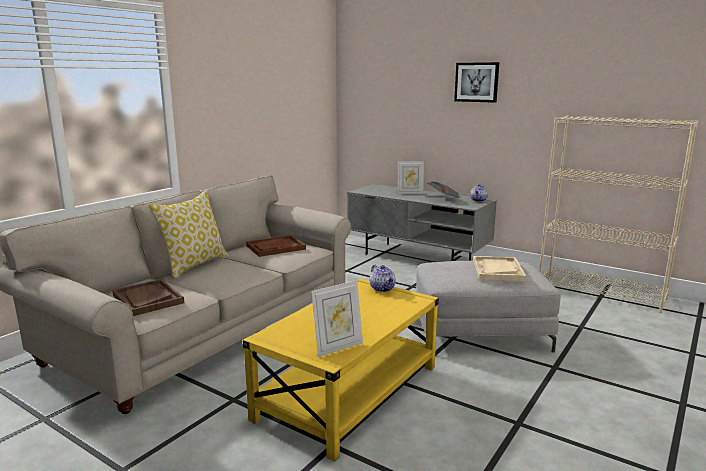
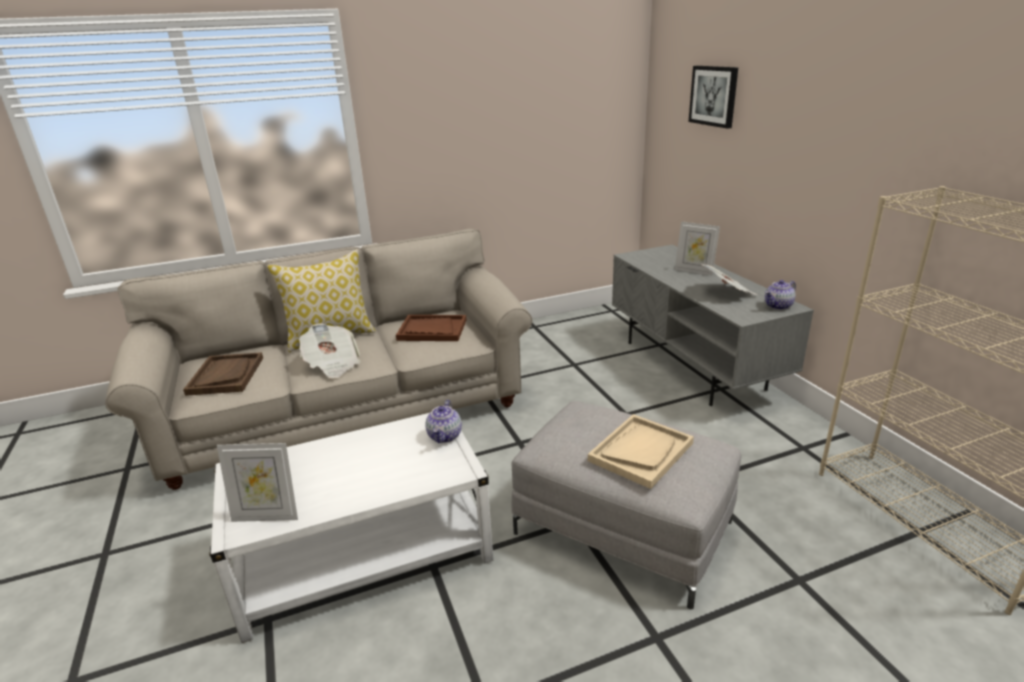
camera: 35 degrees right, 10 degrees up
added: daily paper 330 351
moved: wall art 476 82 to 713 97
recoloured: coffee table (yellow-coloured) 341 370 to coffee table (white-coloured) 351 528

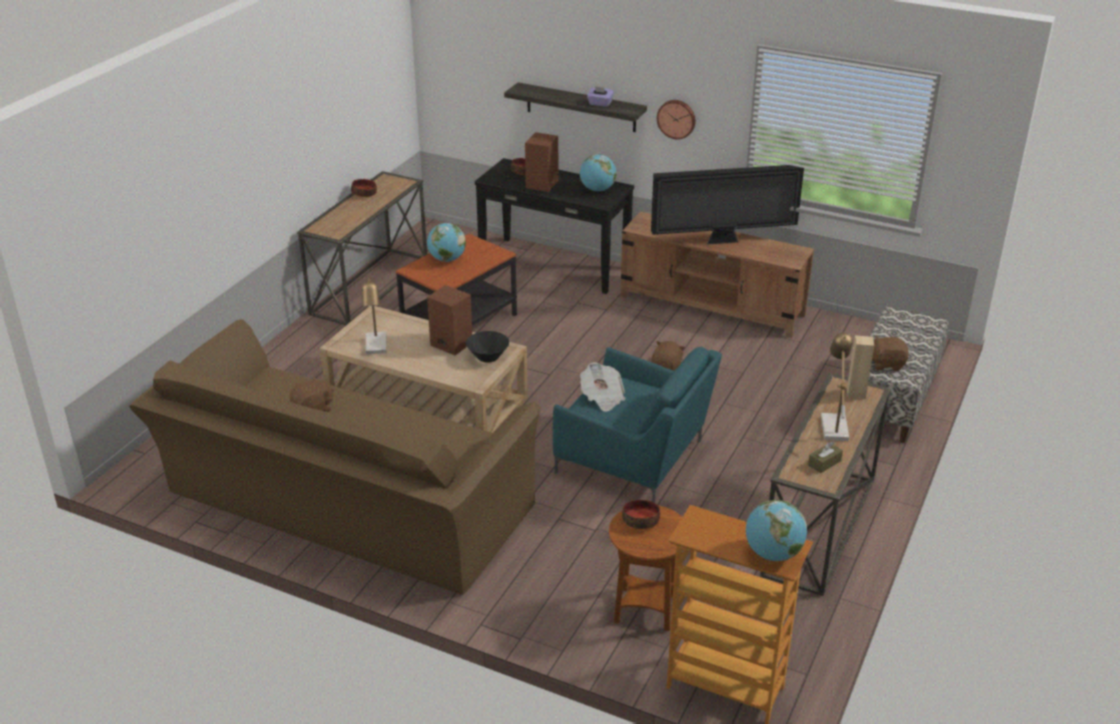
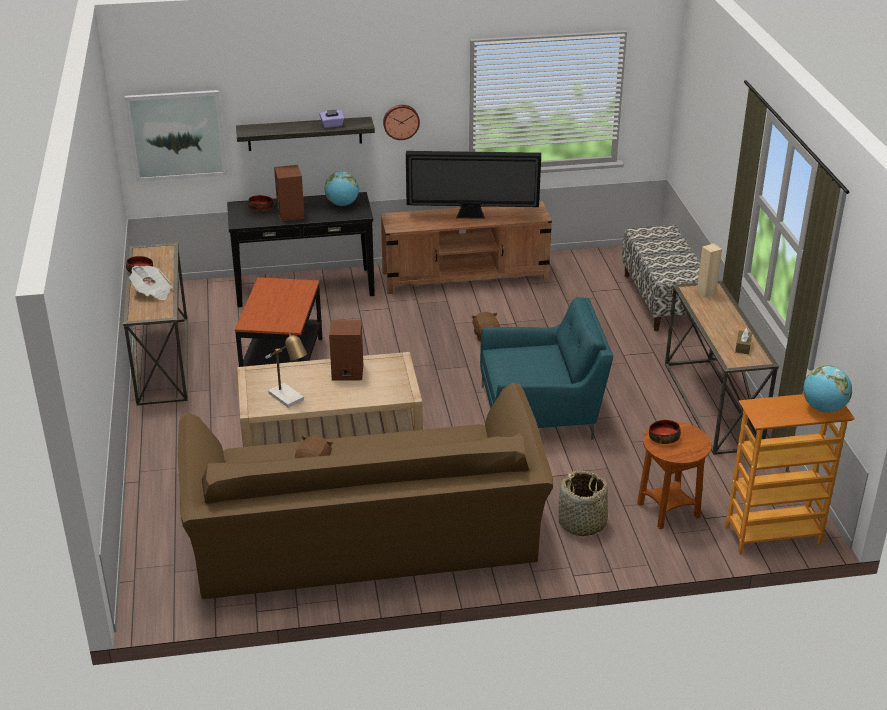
camera: 35 degrees left, 0 degrees up
removed: globe 446 242; serving bowl (black-coloured) 487 347; table lamp 837 387; plush toy (brown-coloured) 890 353
added: wall art 176 136; basket 583 503
moved: daily paper 603 387 to 151 283
turned: TV 727 204 = 473 185 45 degrees clockwise

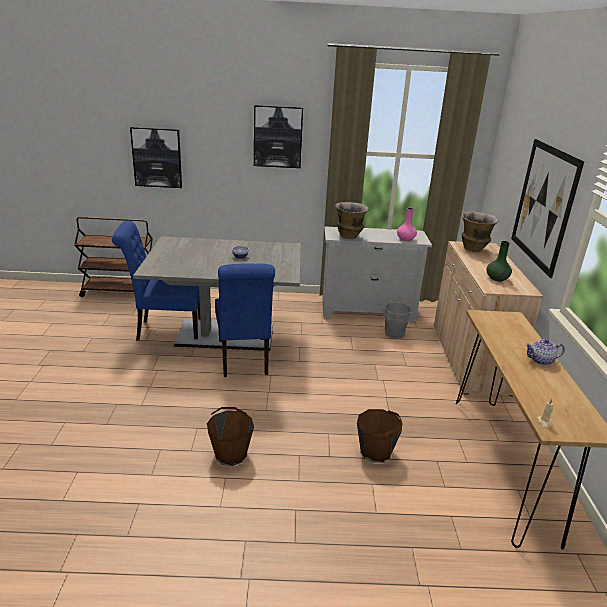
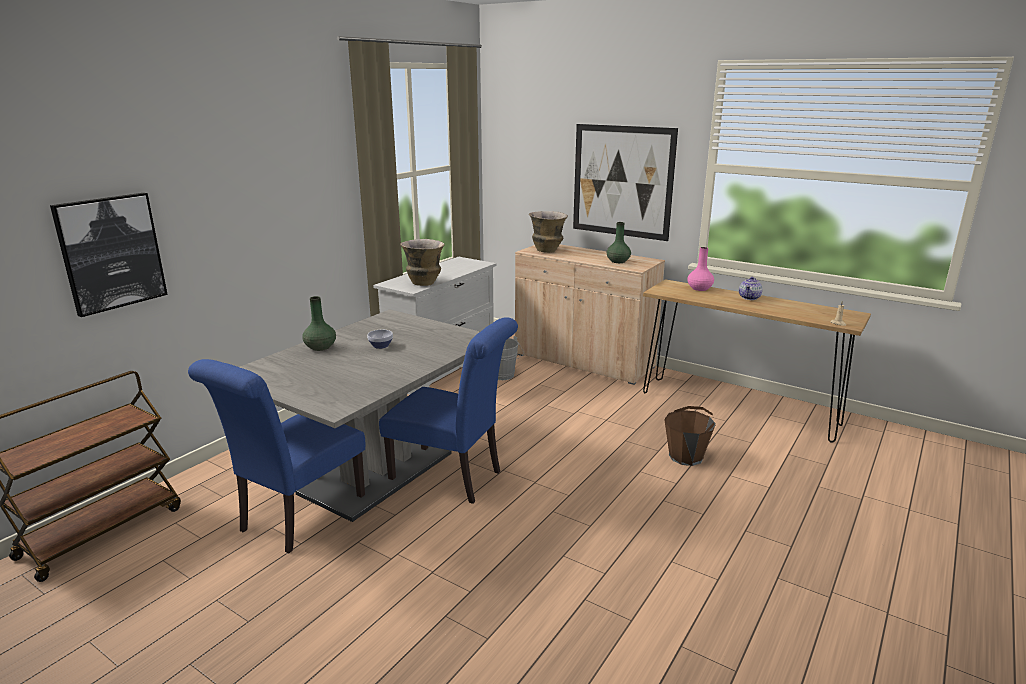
camera: 55 degrees left, 5 degrees down
removed: wall art 278 136; pail (brown-coloured) 230 436
added: vase (green) 319 323
moved: vase (pink-coloured) 407 224 to 700 269

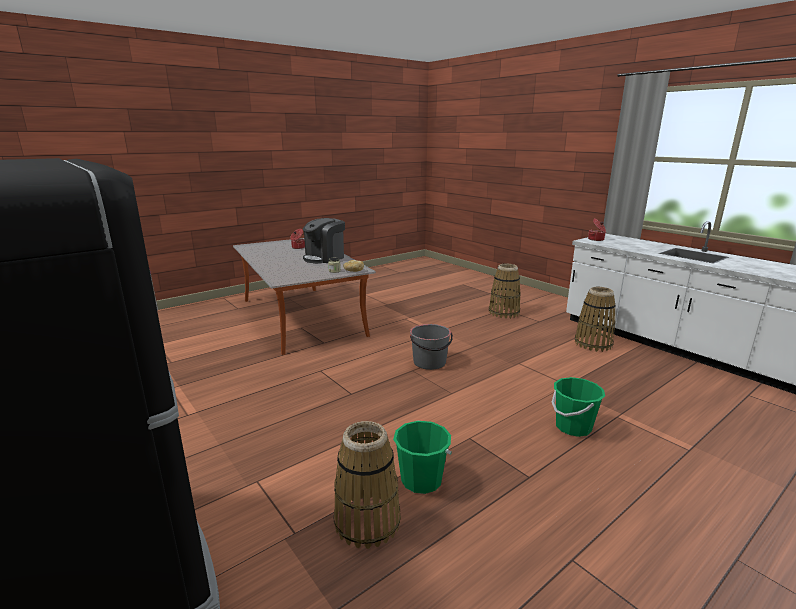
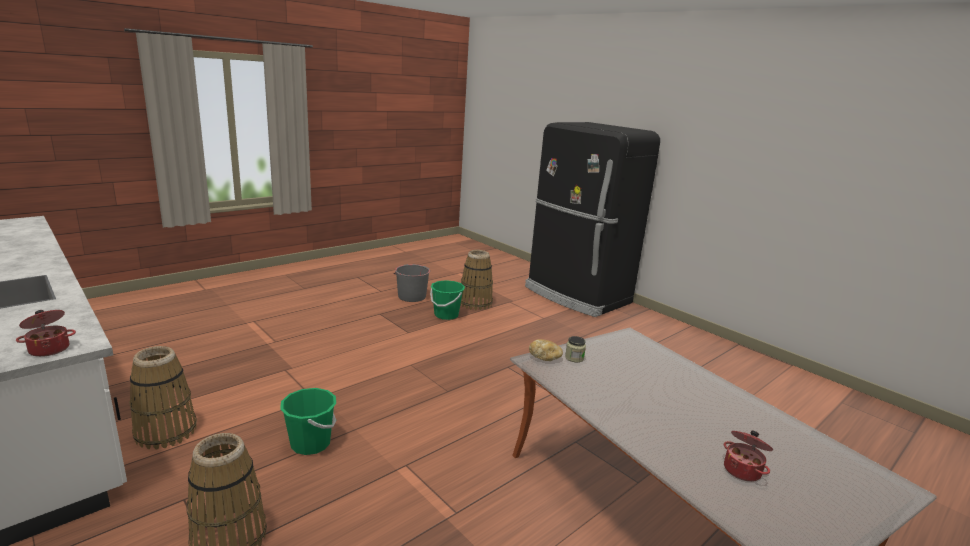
camera: 175 degrees right, 0 degrees up
removed: coffee brewer 324 240
moved: pail (grey) 431 347 to 411 283; pail (green) 578 407 to 308 421

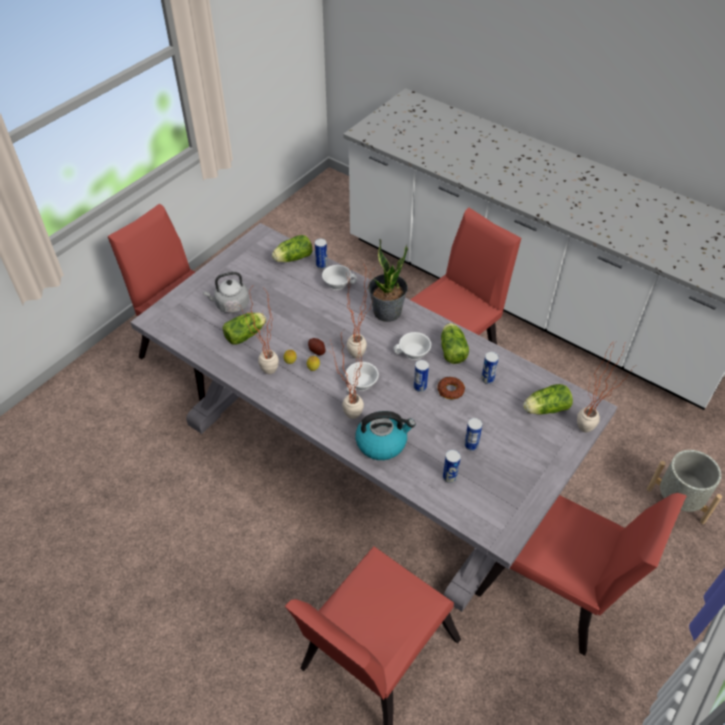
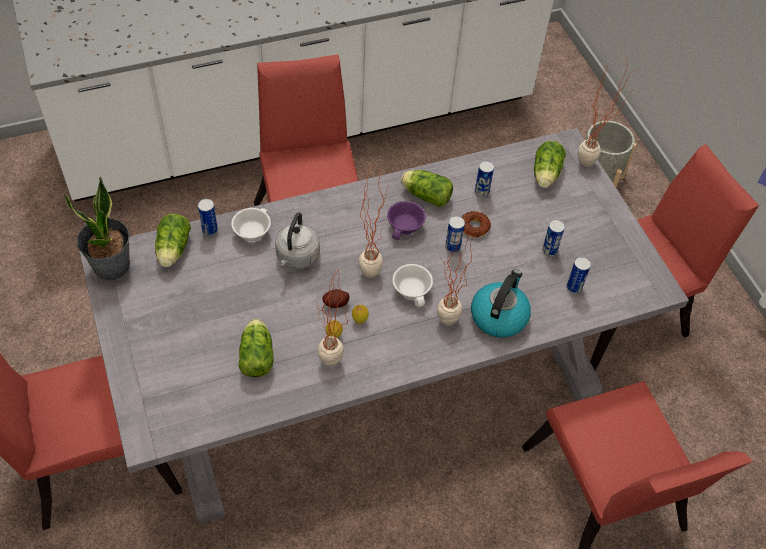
camera: 60 degrees left, 5 degrees up
moved: houseplant 388 280 to 97 228; water kettle (grey) 226 293 to 297 240
recoloured: cup (white-coloured) 412 346 to cup (purplish) 406 220

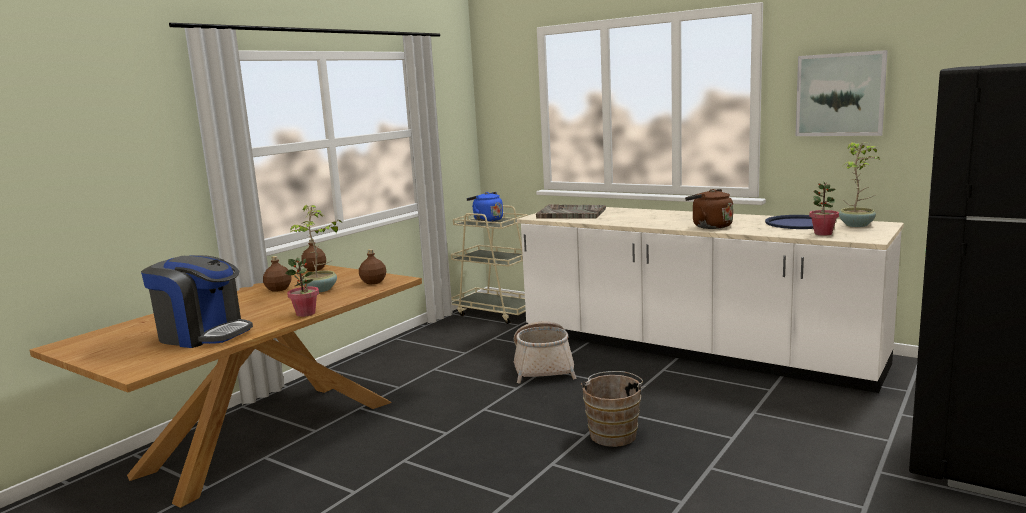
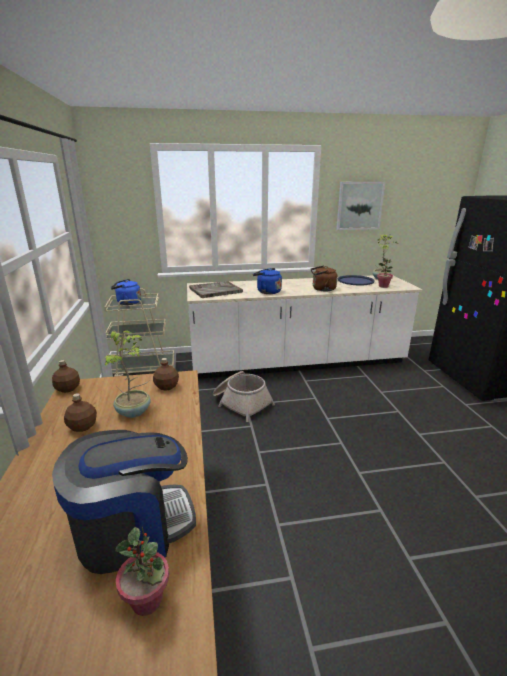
camera: 45 degrees left, 10 degrees up
removed: pail (brown-coloured) 613 409
added: water kettle (blue) 267 281
moved: houseplant 302 287 to 142 571

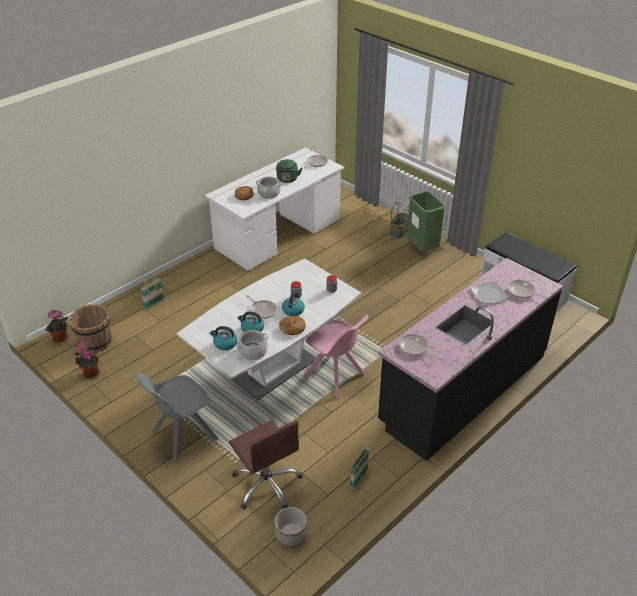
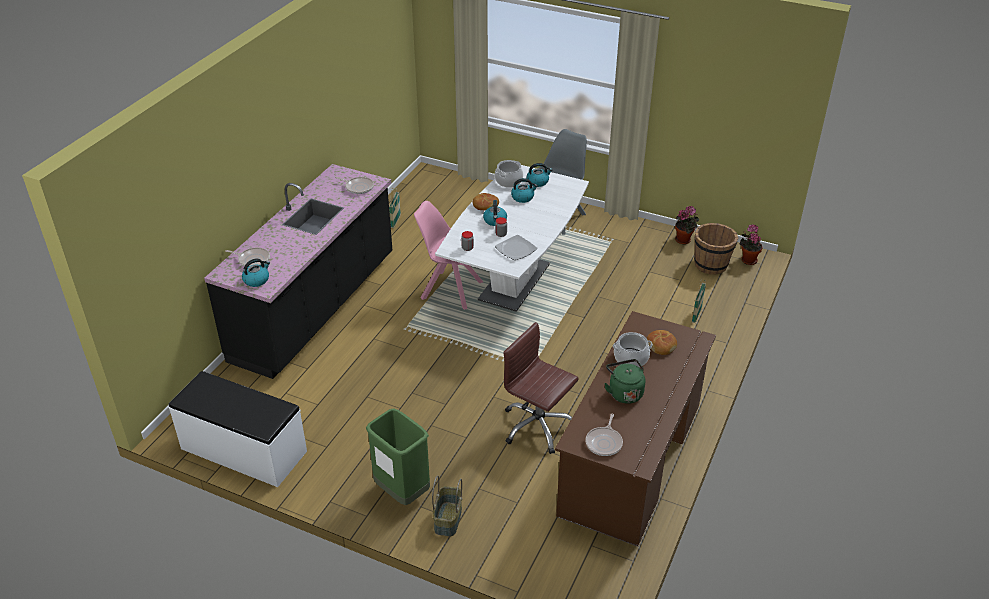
camera: 160 degrees right, 0 degrees up
removed: frying pan 261 307; plant pot 291 527
added: water kettle 256 273
moved: plate 489 292 to 516 247; office chair (brown-coloured) 266 465 to 541 388
recoloured: desk table (white-coloured) 274 209 to desk table (brown-coloured) 635 429

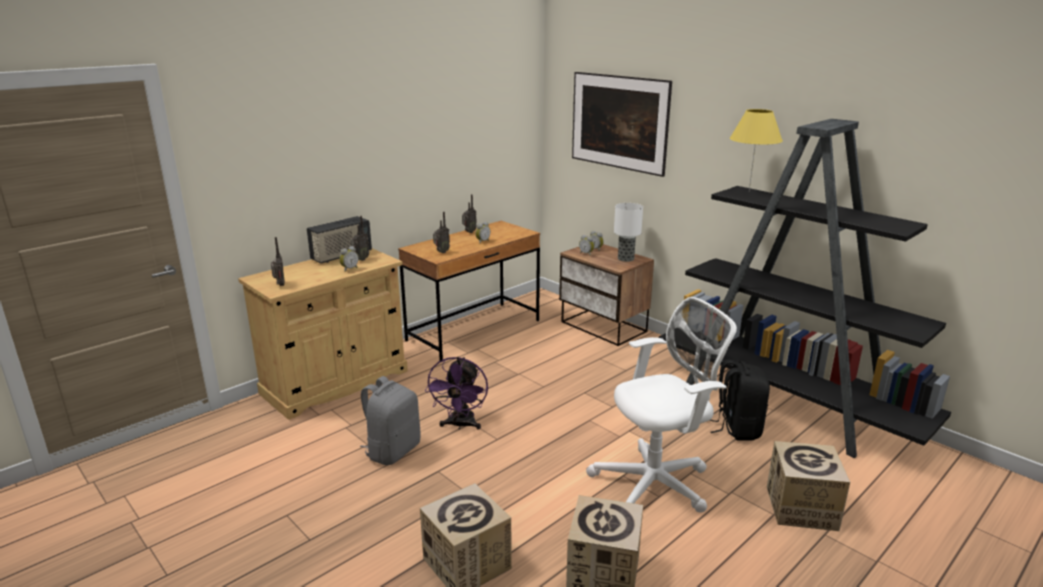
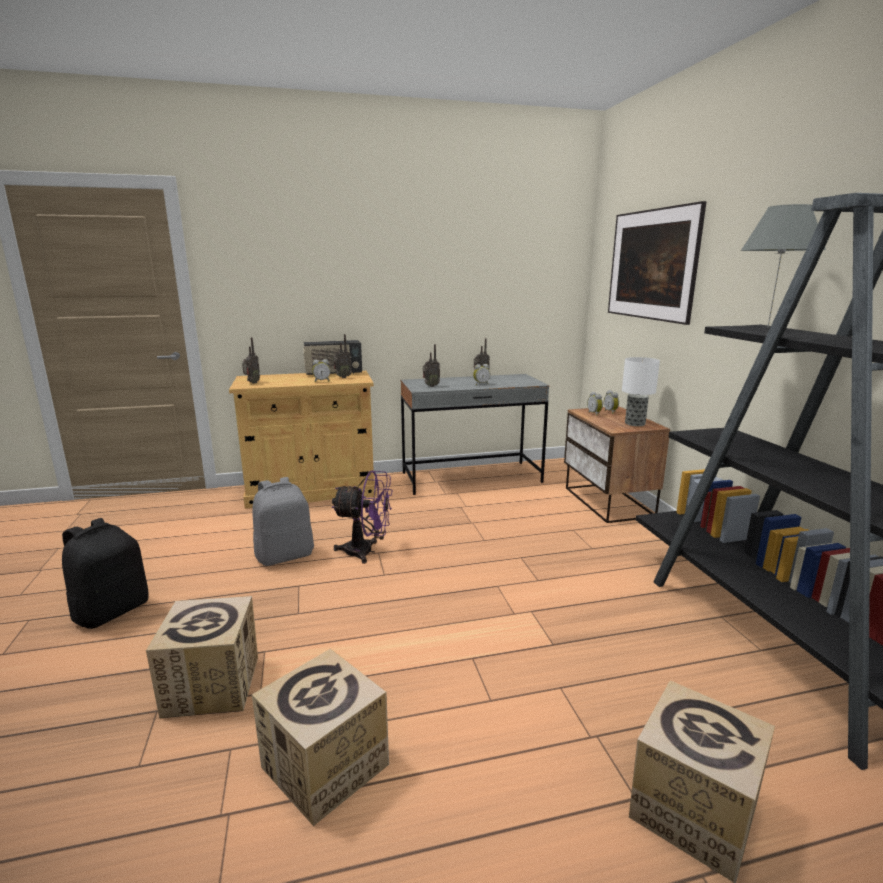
camera: 30 degrees right, 5 degrees down
removed: office chair (white-coloured) 661 405
moved: rucksack (black-coloured) 740 400 to 105 573
recoloured: table lamp (yellow-coloured) 756 150 to table lamp (grey) 783 266; desk table (brown-coloured) 469 291 to desk table (grey) 475 434
turned: fan (purplish) 456 393 = 362 517 120 degrees counterclockwise

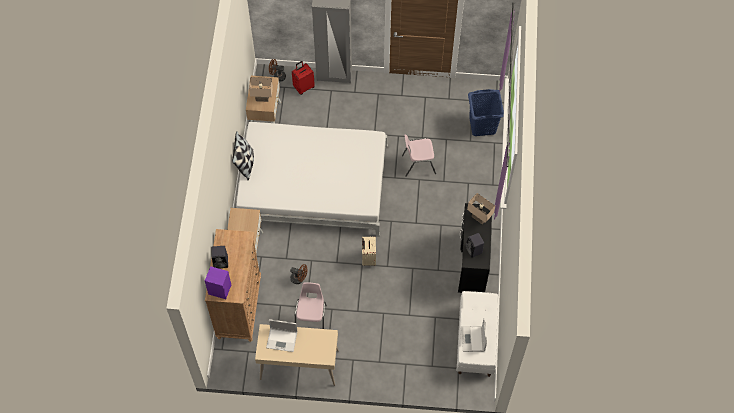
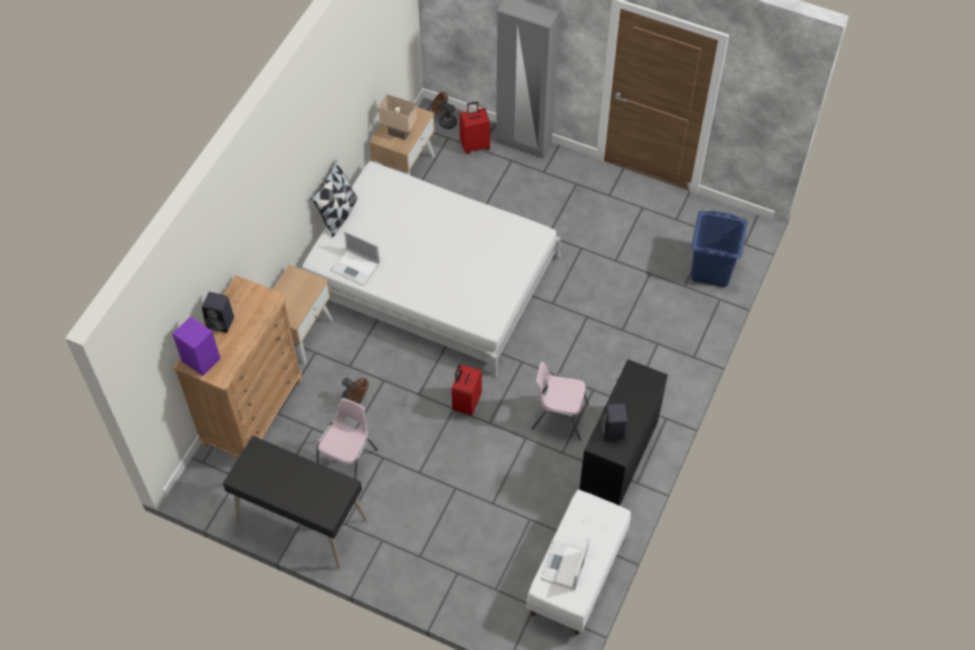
camera: 20 degrees right, 5 degrees down
removed: table lamp (sand-coloured) 481 208
moved: chair (pink-coloured) 419 155 to 560 401; portable computer 281 335 to 355 258
recoloured: travel case (sand-coloured) 369 251 to travel case (reddish) 467 390; desk table (sand-coloured) 297 355 to desk table (black-coloured) 295 502

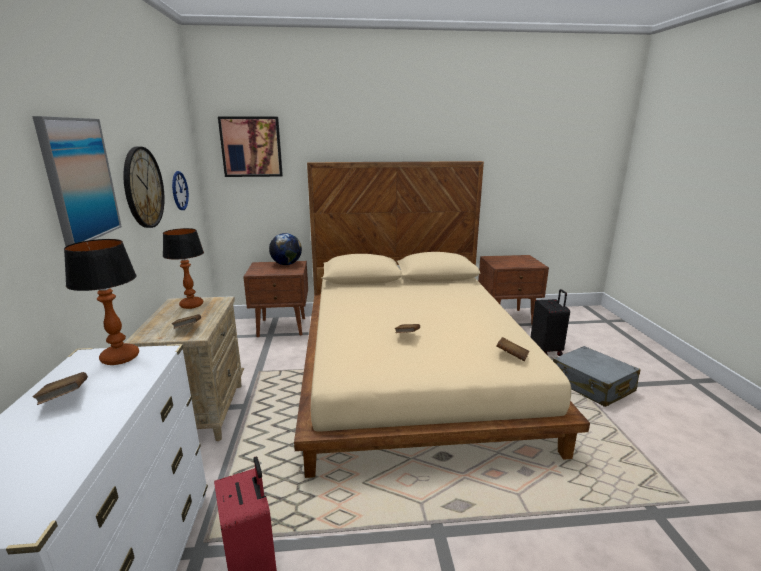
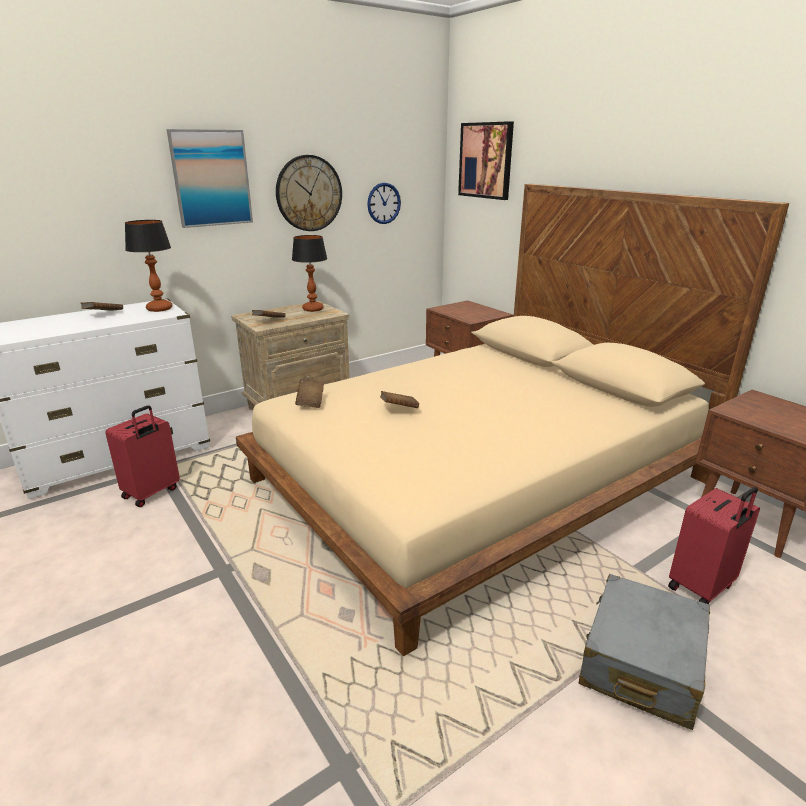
camera: 60 degrees right, 5 degrees up
removed: globe 285 249
moved: bound book (brown-coloured) 513 349 to 309 393
recoloured: travel case (black-coloured) 550 322 to travel case (reddish) 714 545

